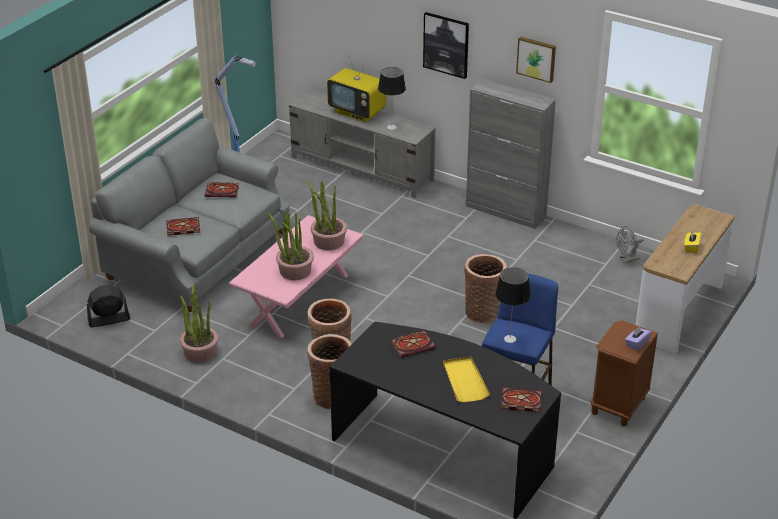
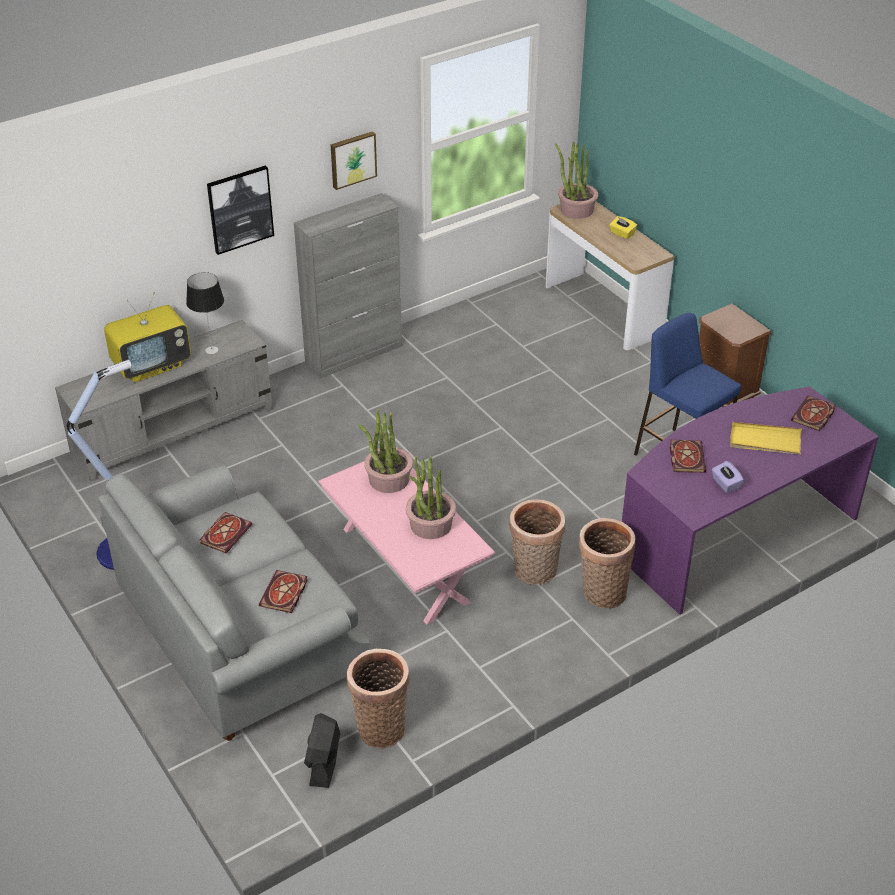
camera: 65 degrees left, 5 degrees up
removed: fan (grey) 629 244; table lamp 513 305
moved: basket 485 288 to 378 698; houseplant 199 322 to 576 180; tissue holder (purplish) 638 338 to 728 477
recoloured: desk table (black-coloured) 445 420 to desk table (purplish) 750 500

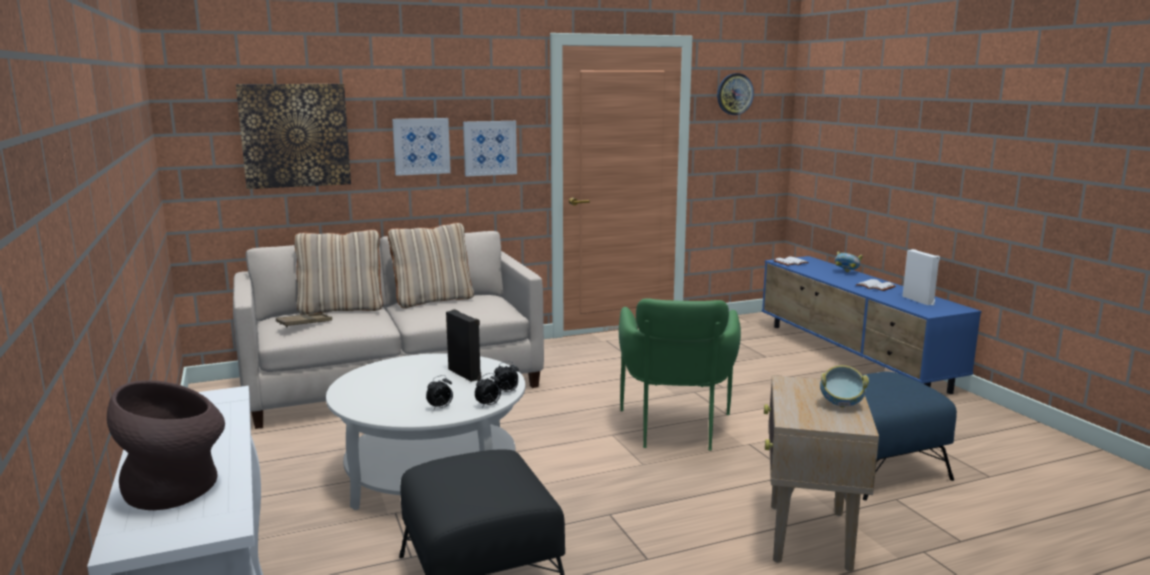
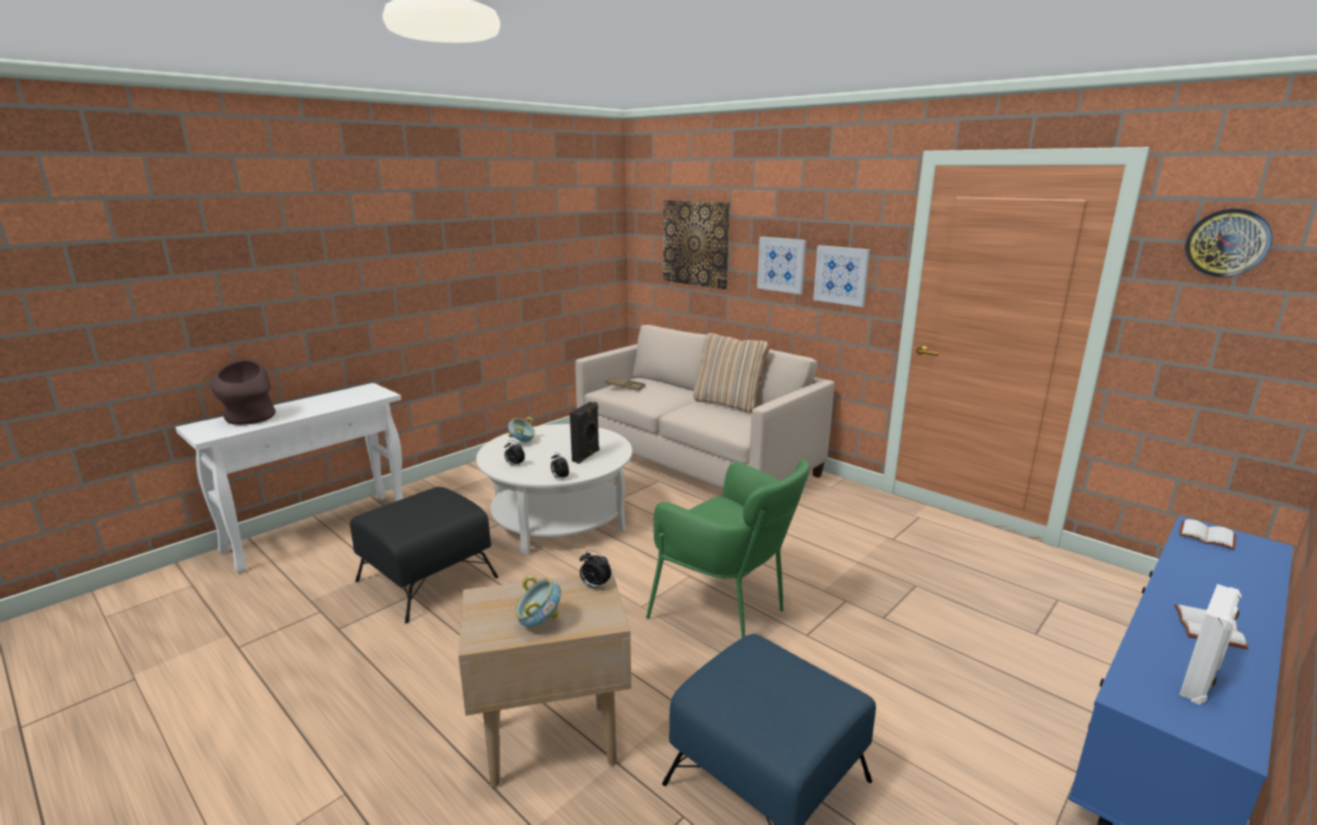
camera: 65 degrees right, 5 degrees up
removed: cushion (sand-coloured) 338 272
moved: serving bowl 849 261 to 521 430; bedside clock 488 390 to 595 569
turned: armchair (green) 680 374 = 728 549 120 degrees counterclockwise

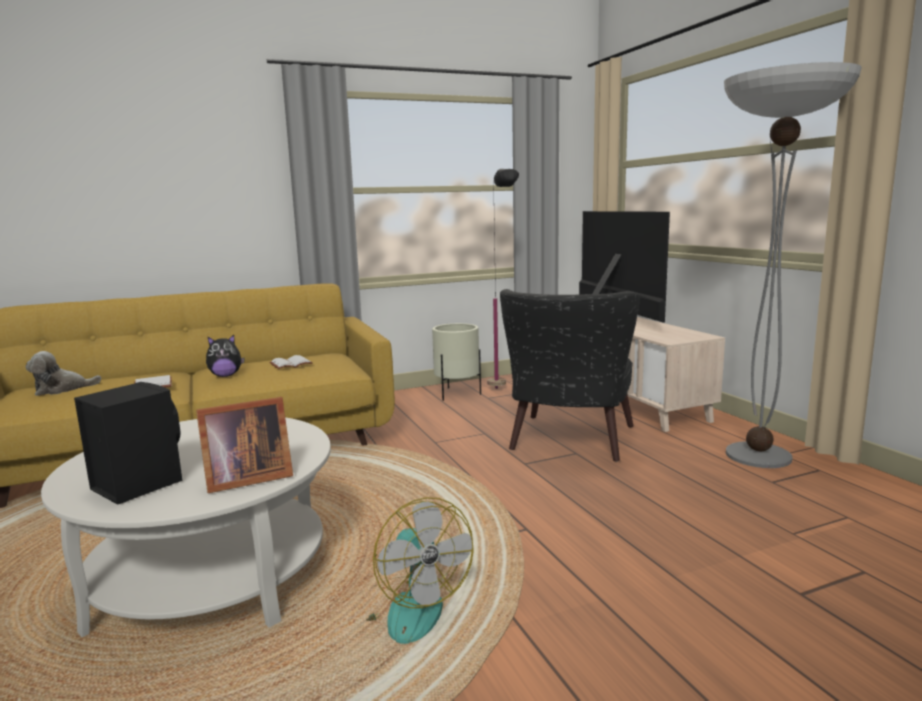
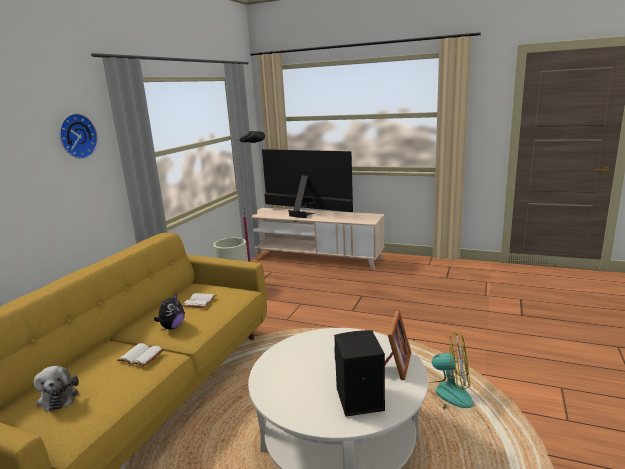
camera: 45 degrees left, 5 degrees up
removed: standard lamp 793 265; armchair (black-coloured) 570 375
added: clock on the wall 79 136
turned: plush toy 63 373 = 56 389 45 degrees counterclockwise

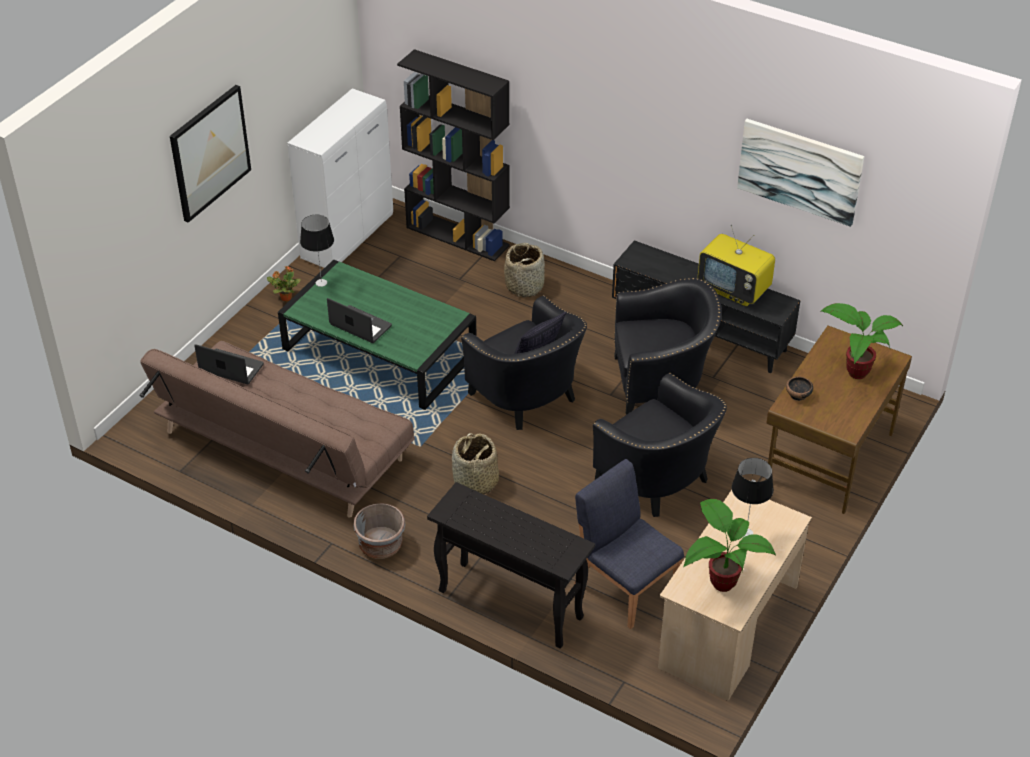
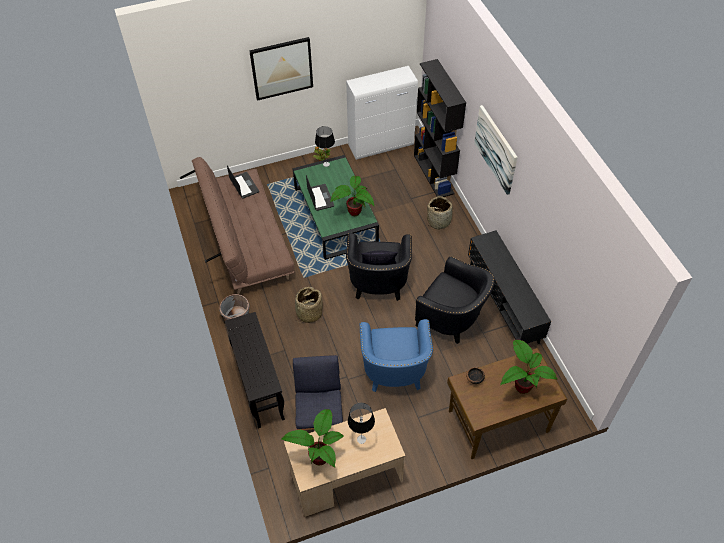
camera: 40 degrees right, 10 degrees up
removed: TV 736 265
added: houseplant 352 196
moved: wall art 800 173 to 495 150
recoloured: armchair (black-coloured) 660 445 to armchair (blue) 396 355

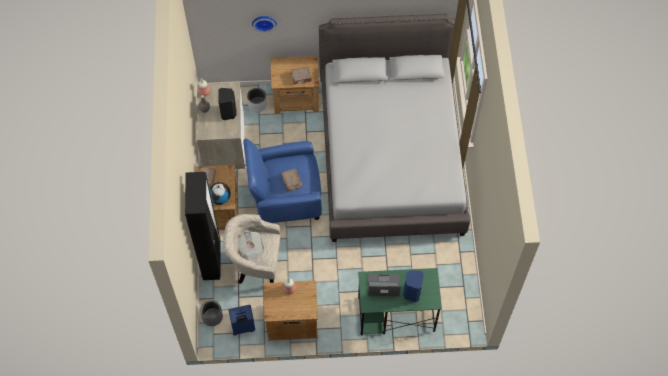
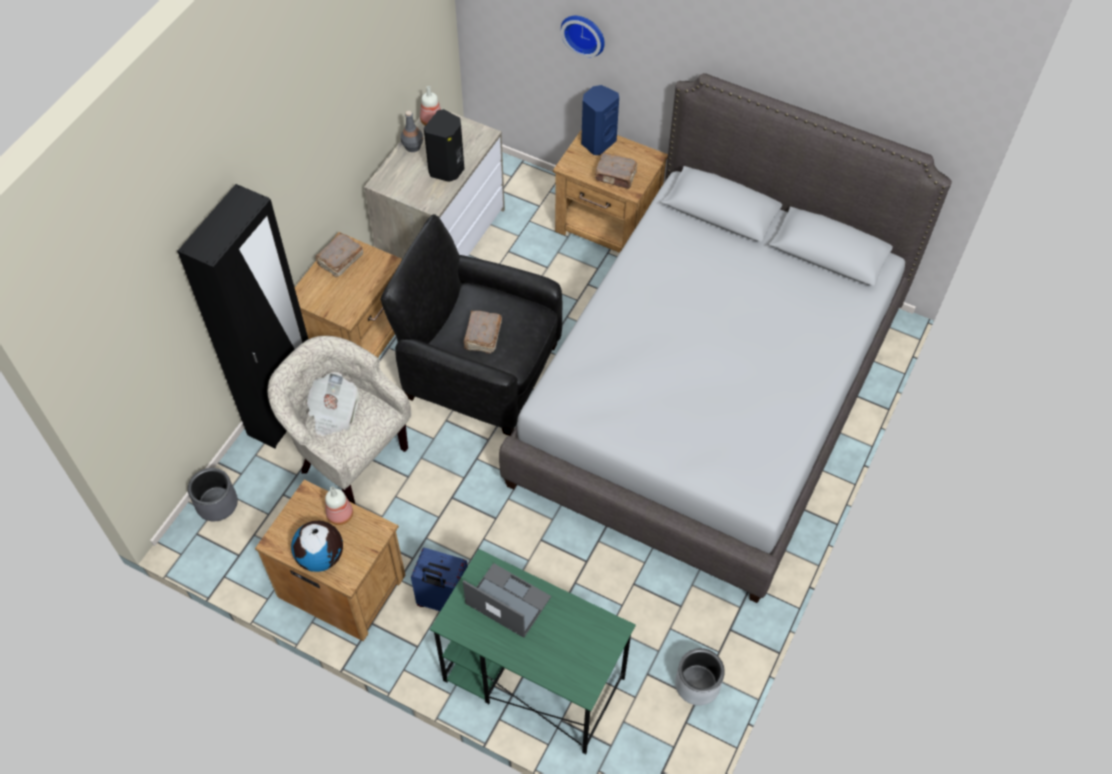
camera: 30 degrees right, 5 degrees down
moved: plant pot (grey) 257 100 to 700 676; globe 220 193 to 317 546; loudspeaker (blue) 413 286 to 600 120; travel case (blue) 242 320 to 439 579
recoloured: armchair (blue) 282 181 to armchair (black-coloured) 471 325

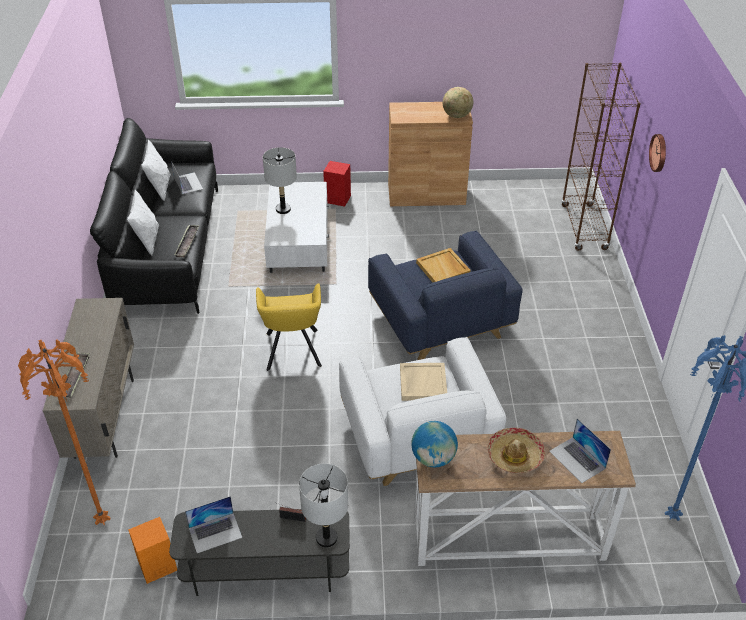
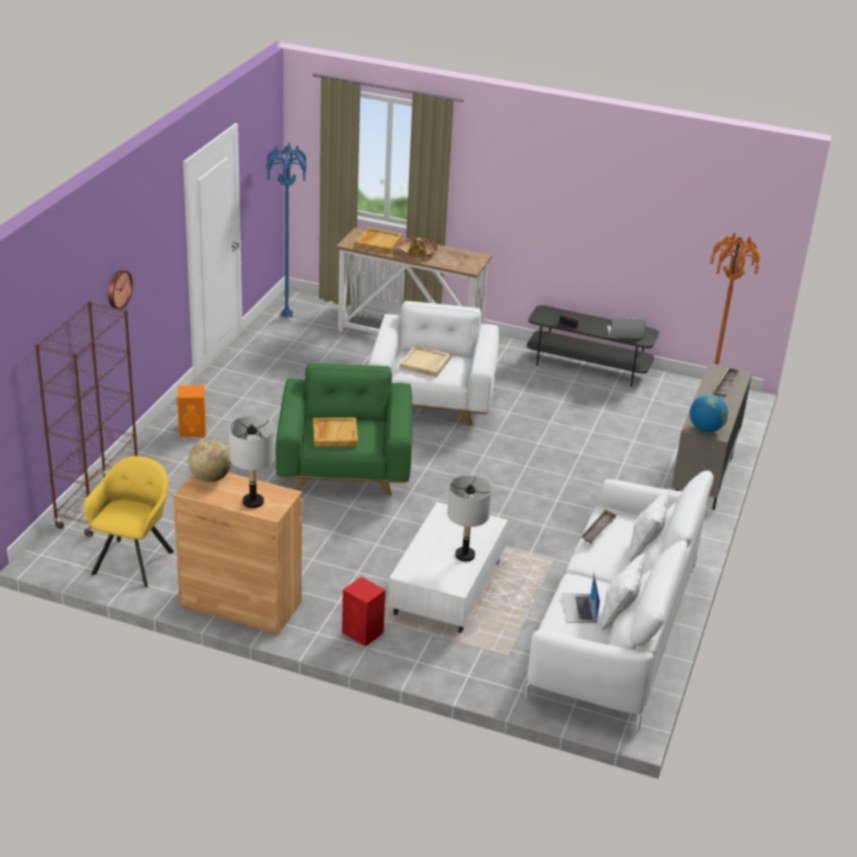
camera: 160 degrees left, 10 degrees down
moved: armchair (yellow-coloured) 289 327 to 129 521; globe 434 444 to 709 413; table lamp (grey) 323 505 to 252 462; loudspeaker (orangey) 152 550 to 191 411
replaced: portable computer 580 450 to tray (sand-coloured) 379 240
recoloured: settee (black-coloured) 154 216 to settee (white-coloured) 619 600; armchair (blue) 445 295 to armchair (green) 344 429

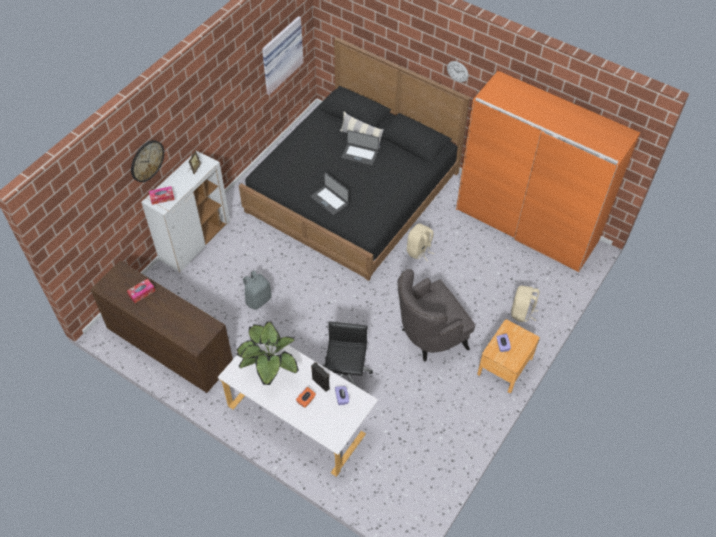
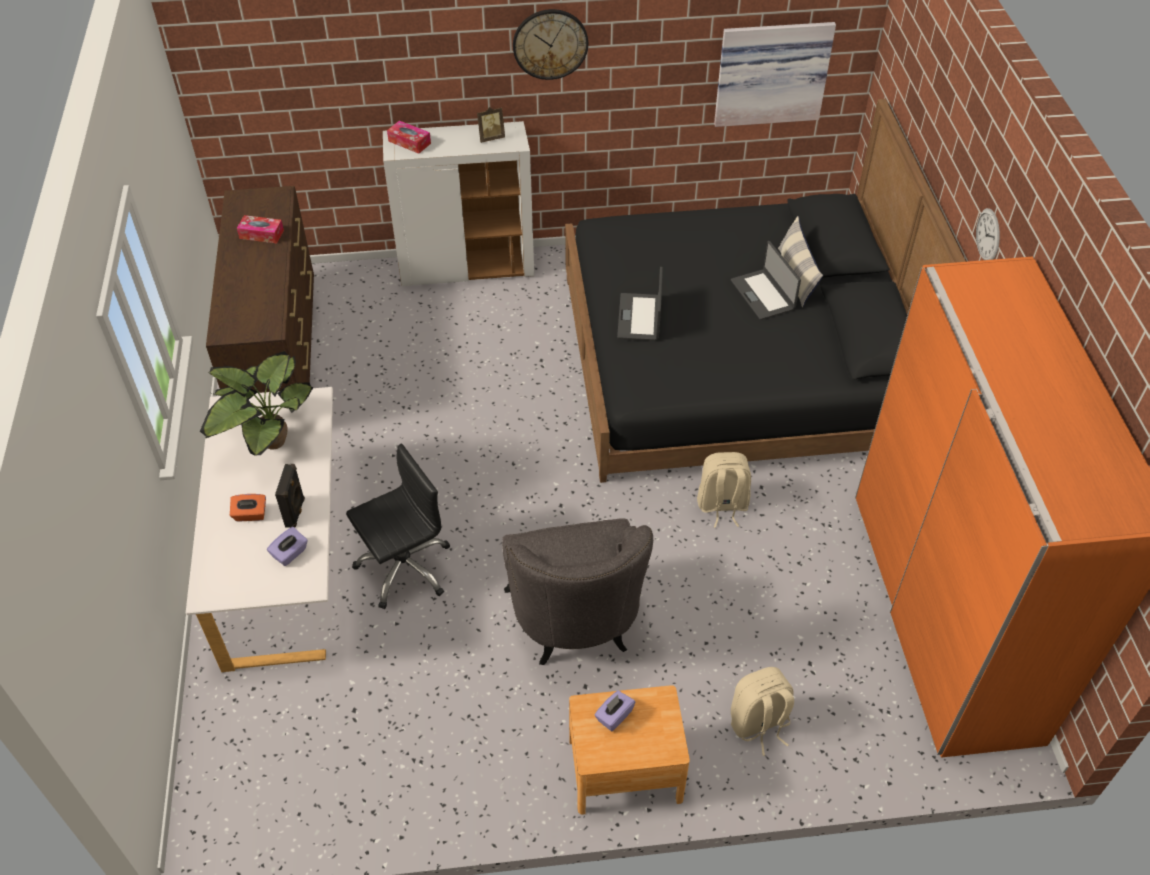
camera: 50 degrees right, 5 degrees down
removed: rucksack (grey) 257 290
moved: clock on the wall 147 161 to 550 44
turned: armchair (grey) 436 315 = 577 591 120 degrees counterclockwise

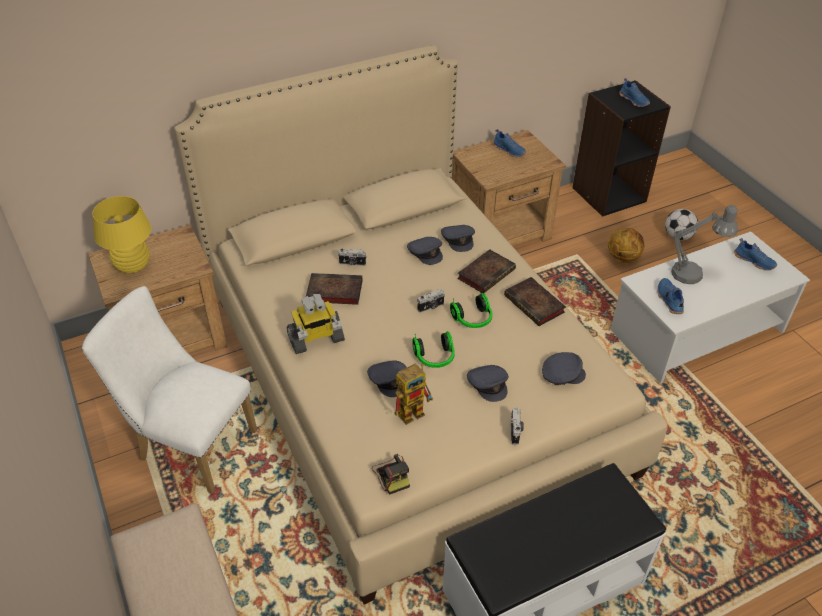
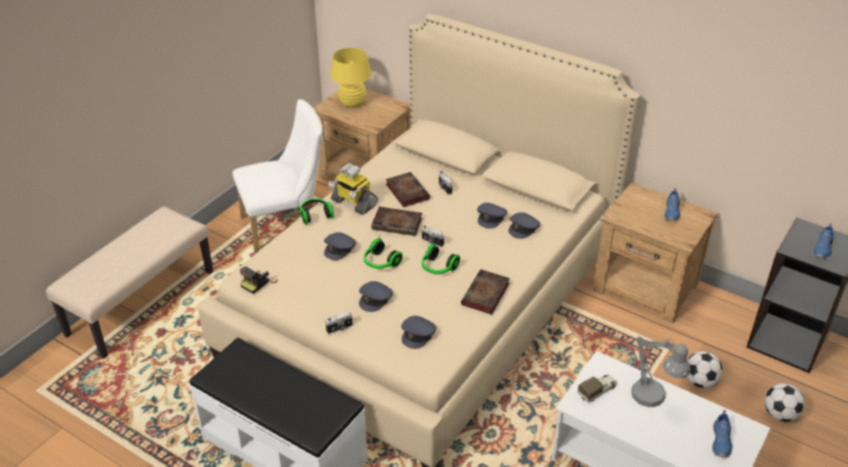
camera: 60 degrees right, 5 degrees down
removed: robot figure 414 394
added: pair of headphones 317 211
moved: bound book 486 271 to 397 221
replaced: ball for basketball 626 245 to football ball 705 369; item of footwear (blue) 670 296 to toy lorry 597 388
turned: chair (white-coloured) 169 389 = 278 176 75 degrees clockwise; peaked cap (grey) 564 368 = 418 332 60 degrees clockwise

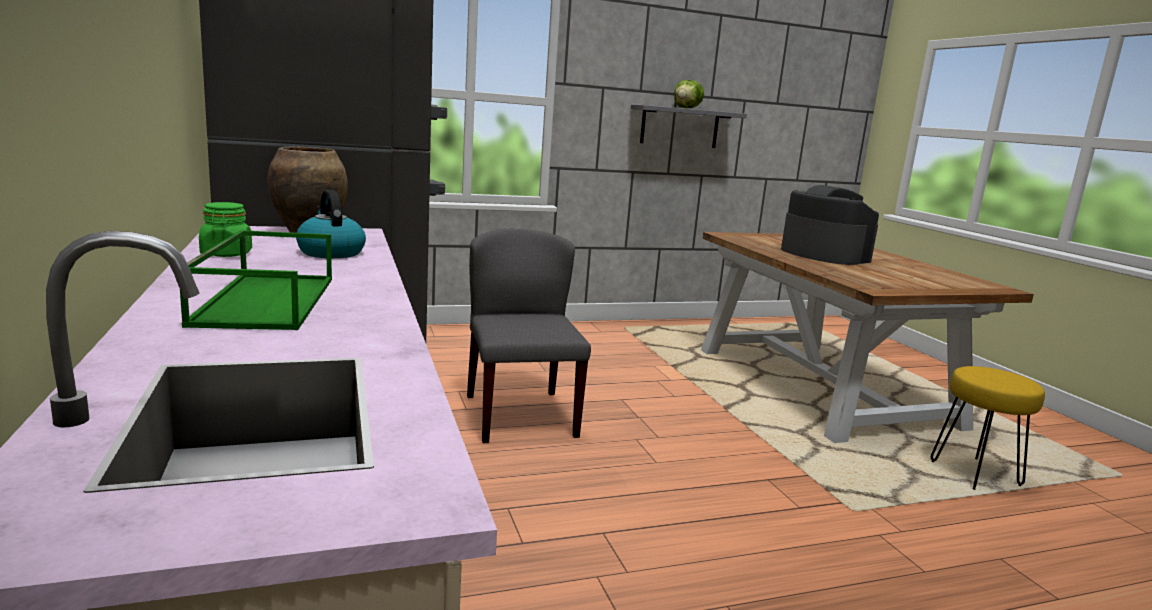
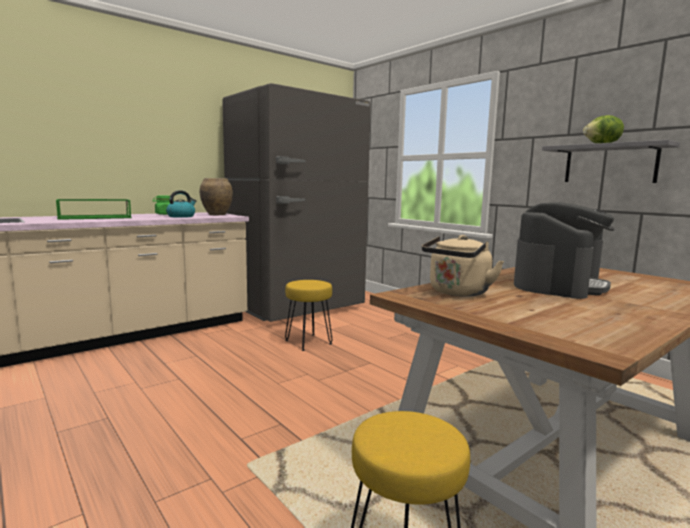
camera: 70 degrees right, 5 degrees down
added: water kettle (sand-coloured) 463 266
replaced: chair (grey) 529 336 to stool (yellow-coloured) 309 315

